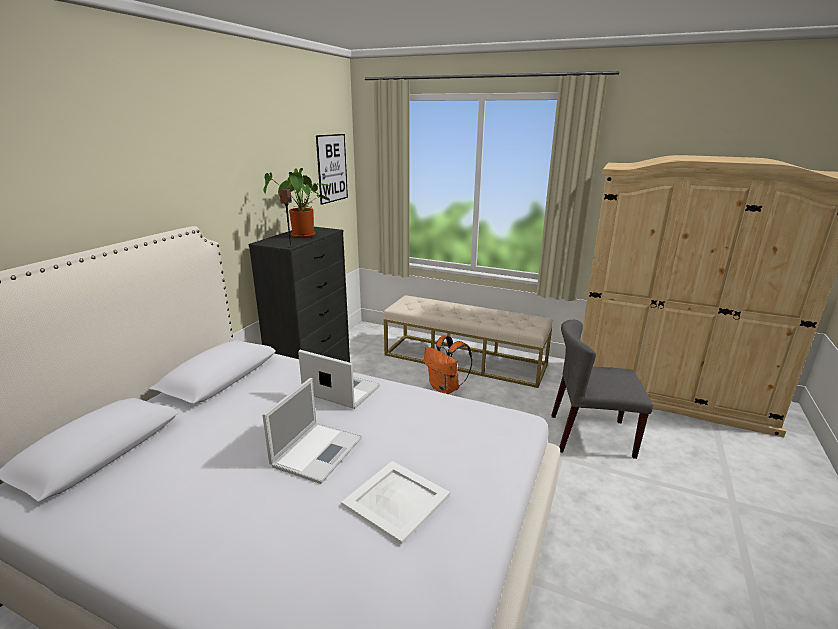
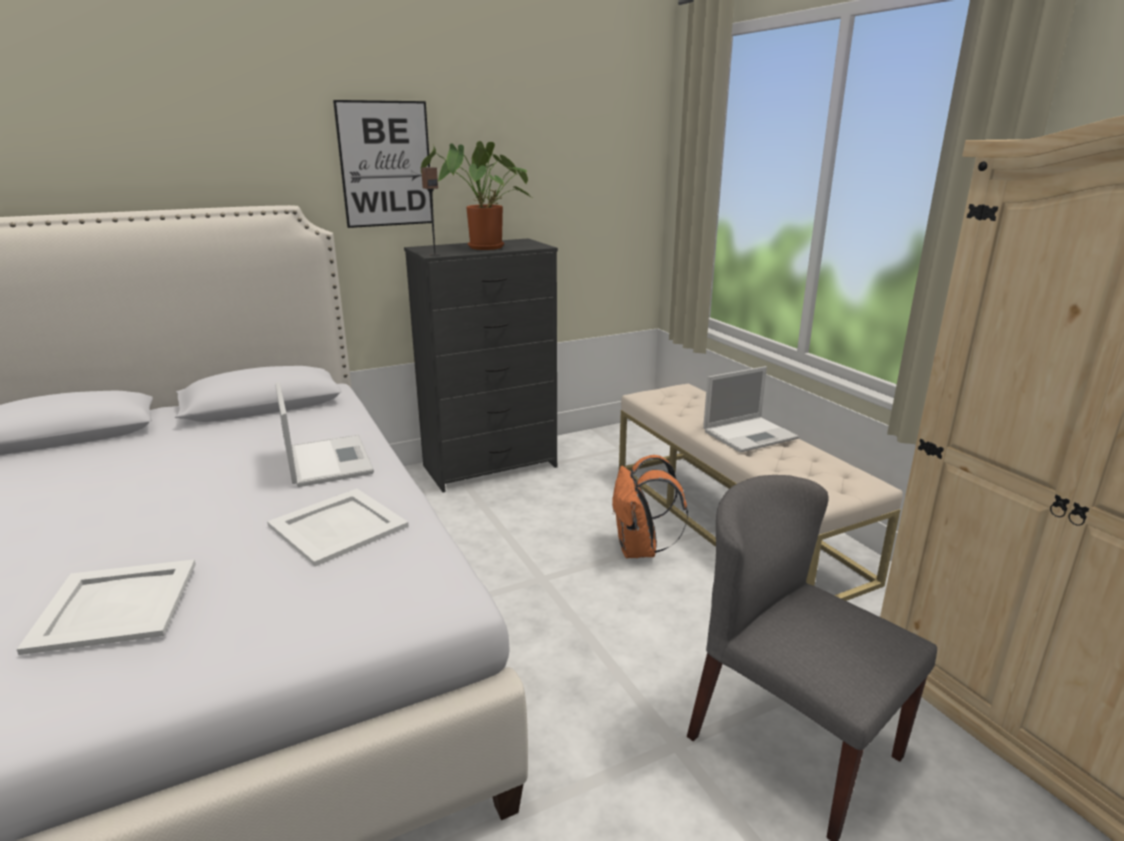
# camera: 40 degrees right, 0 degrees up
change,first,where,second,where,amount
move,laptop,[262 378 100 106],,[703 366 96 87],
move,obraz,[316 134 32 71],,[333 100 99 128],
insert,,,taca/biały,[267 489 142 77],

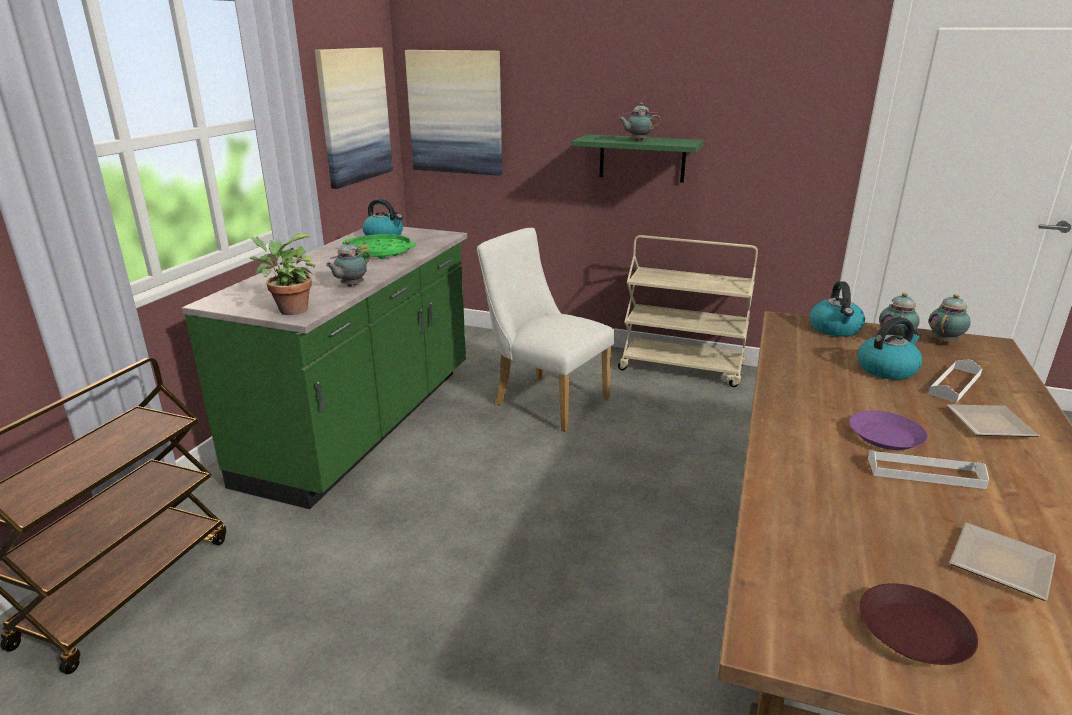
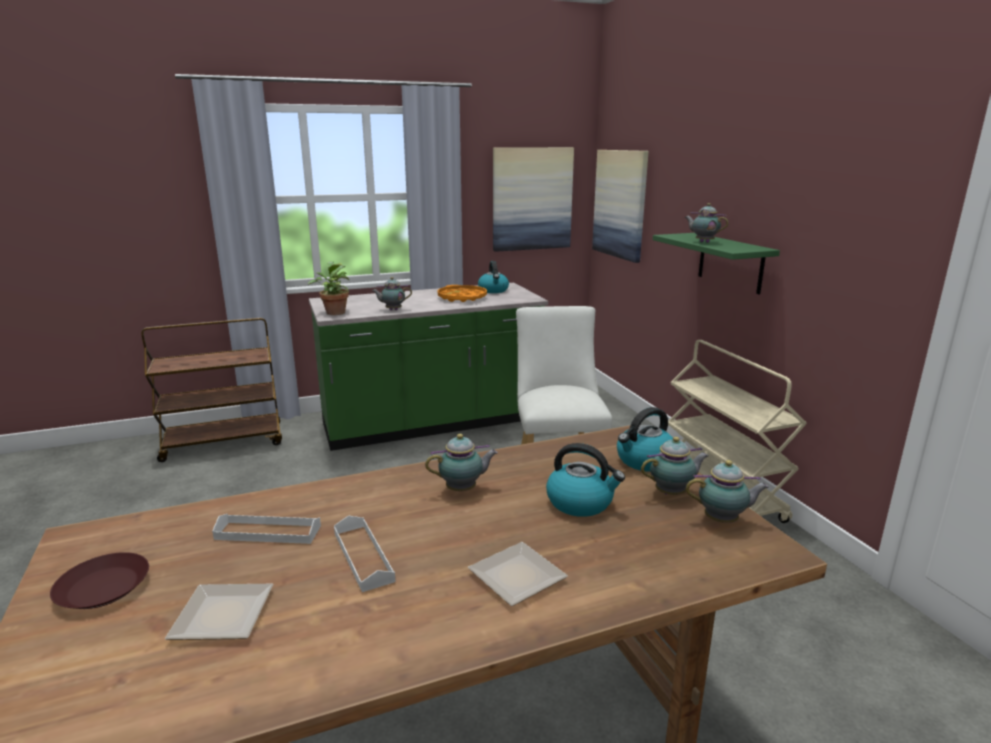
# camera: 50 degrees right, 5 degrees down
change,first,where,second,where,amount
recolor,taca/zielony,[342 234 74 25],taca/pomarańczowy,[437 285 50 17],
delete,talerz/fioletowy,[849 411 79 39],,,
move,taca/biały,[928 359 54 44],,[212 514 109 30],
insert,,,imbryk,[425 434 73 57],

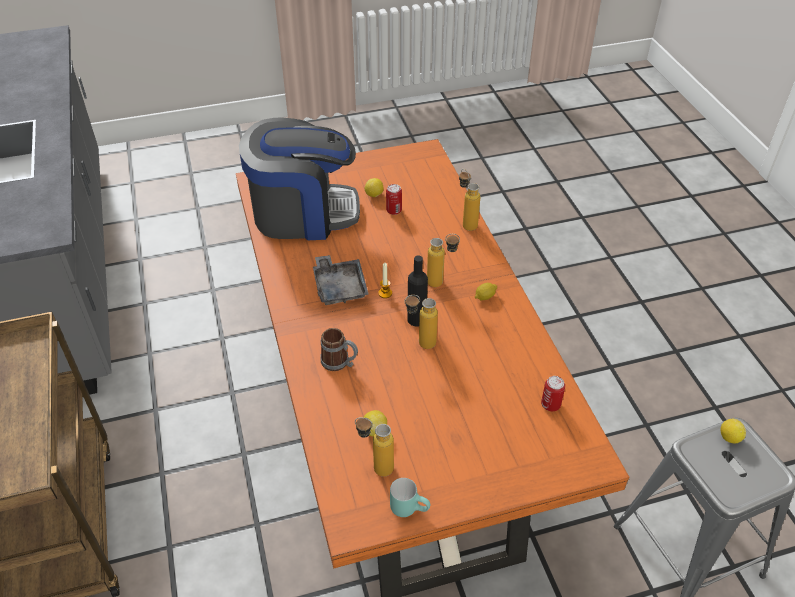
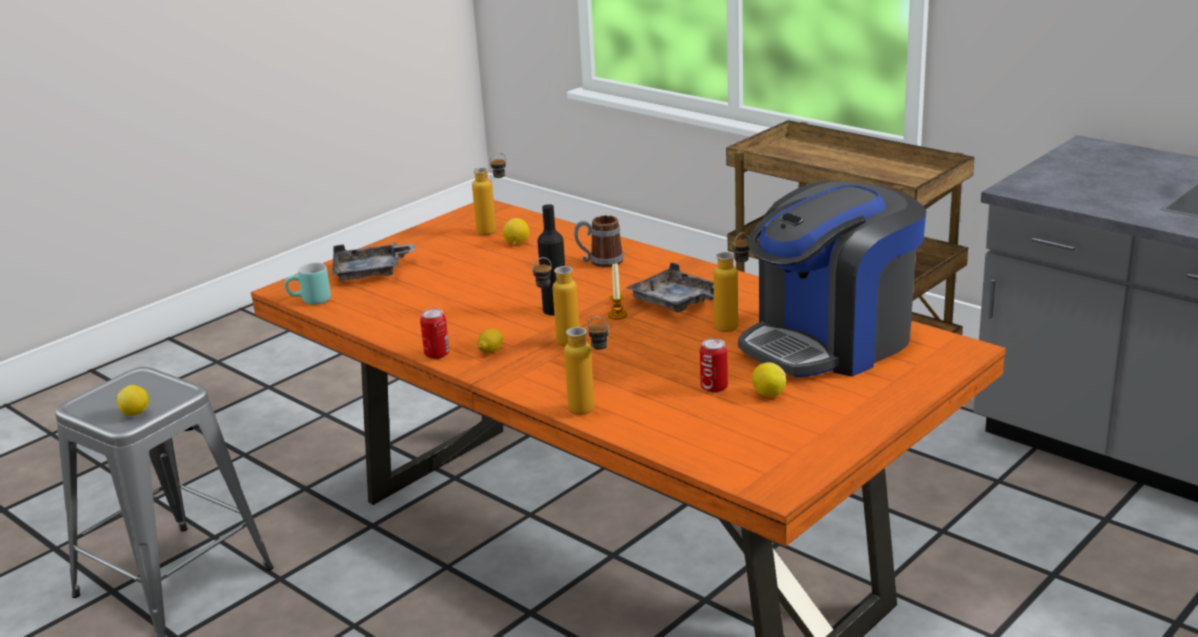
# camera: 150 degrees right, 20 degrees down
change,first,where,second,where,amount
move,kubek/turkusowy,[390 478 40 39],,[285 263 46 42],
move,butelka,[404 295 34 54],,[713 232 36 100],
move,puszka,[541 376 24 35],,[420 308 29 51],
insert,,,taca/szary,[332 243 83 38],

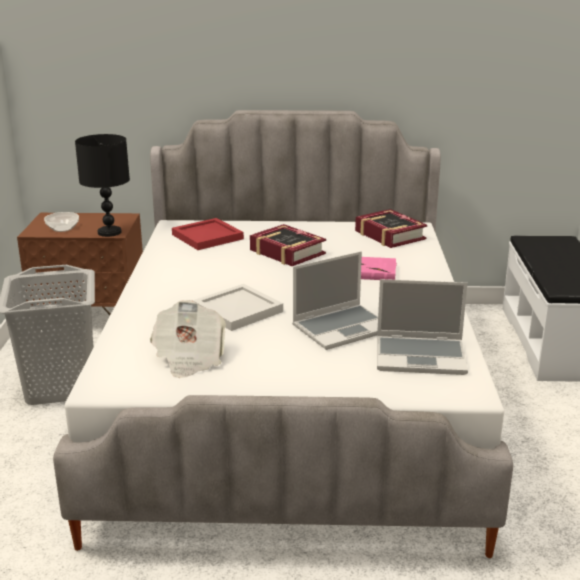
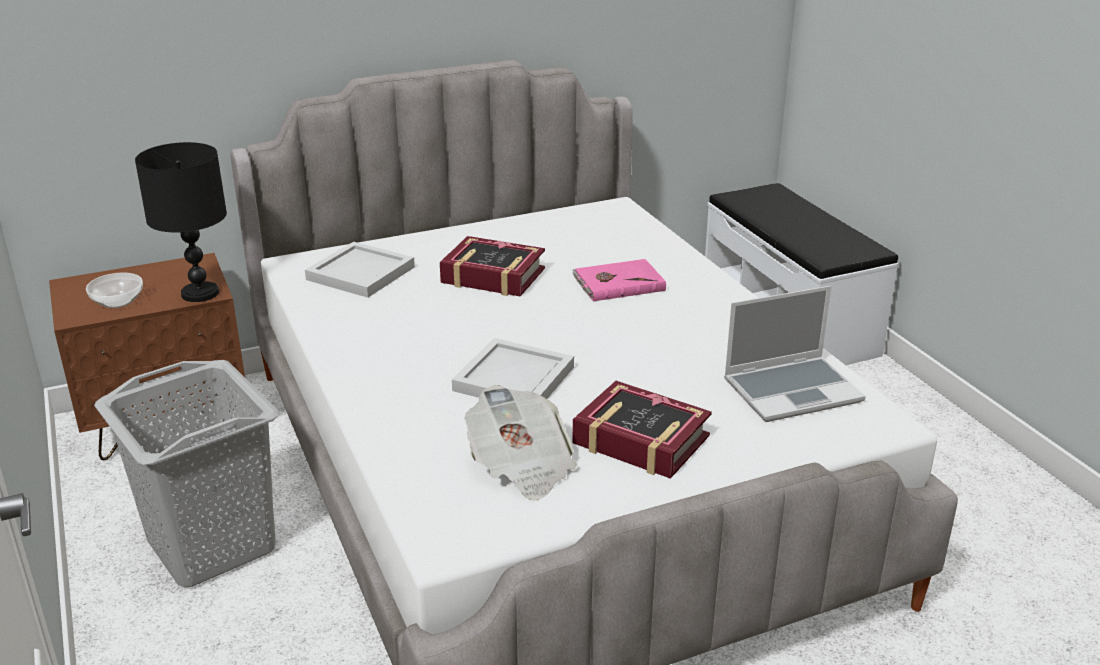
# camera: 25 degrees left, 5 degrees up
change,first,where,second,where,amount
recolor,taca/czerwony,[172 218 72 32],taca/biały,[305 242 110 56],
delete,laptop,[292 251 86 99],,,
move,książka,[355 209 72 39],,[573 381 139 98],

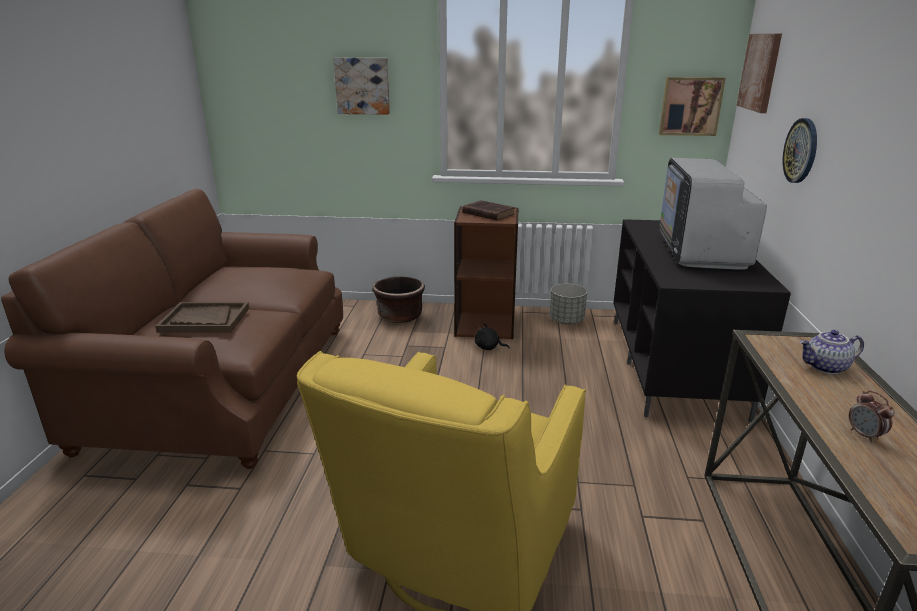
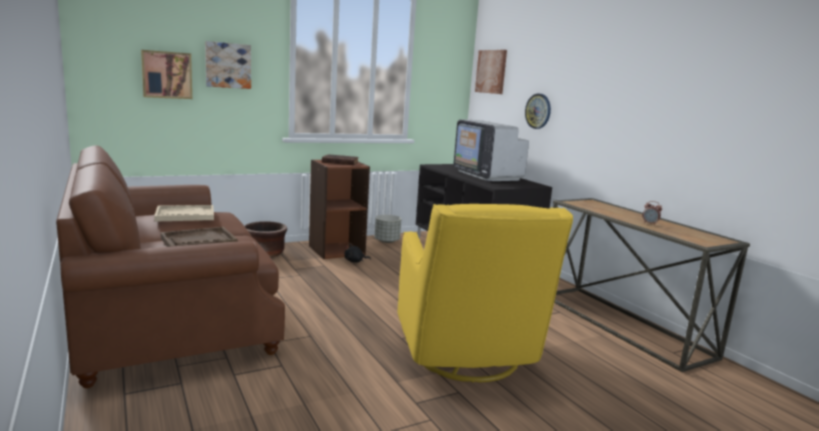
# camera: 35 degrees left, 10 degrees down
change,first,where,second,where,amount
move,obraz,[659 77 67 59],,[141 50 51 49],
delete,imbryk,[800 330 64 44],,,
insert,,,taca/beżowy,[154 205 60 17],

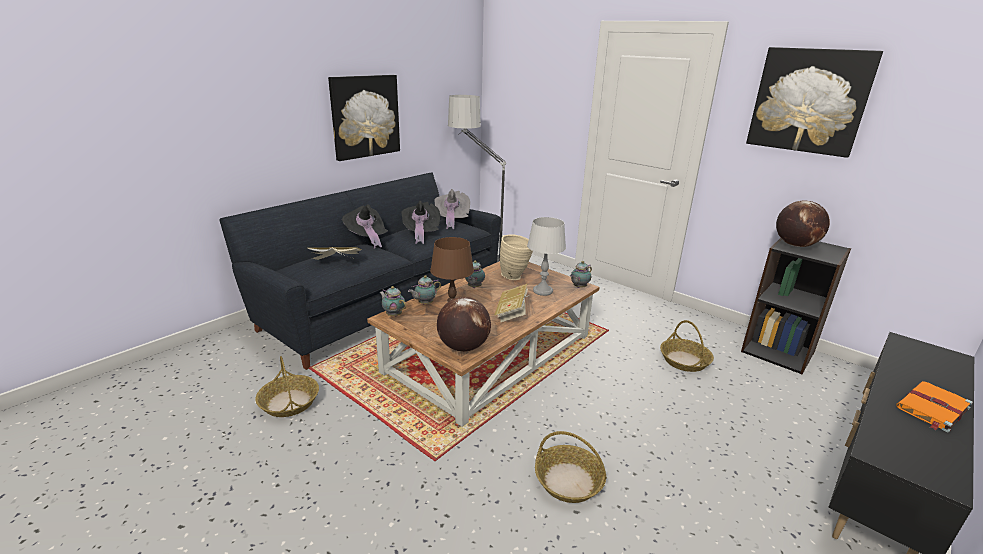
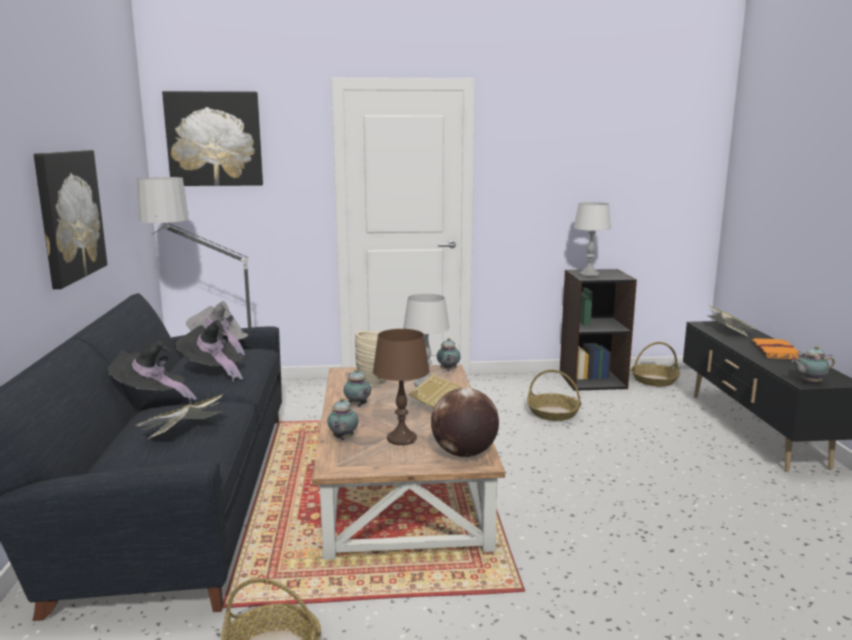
# camera: 45 degrees left, 10 degrees down
change,first,where,second,where,amount
move,imbryk,[379 286 27 30],,[792 346 43 37],
move,koszyk,[535 431 72 72],,[631 342 49 44],
move,obraz,[746 47 137 111],,[162 91 101 95],
replace,globus,[776 201 54 46],lampa stołowa/szary,[573 202 38 75],
insert,,,książka,[708 305 49 32],

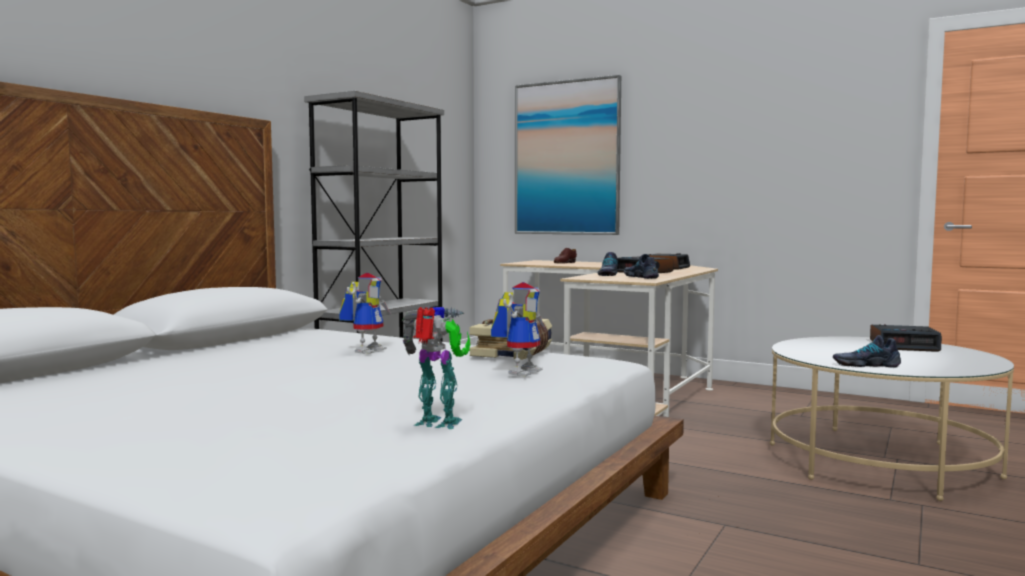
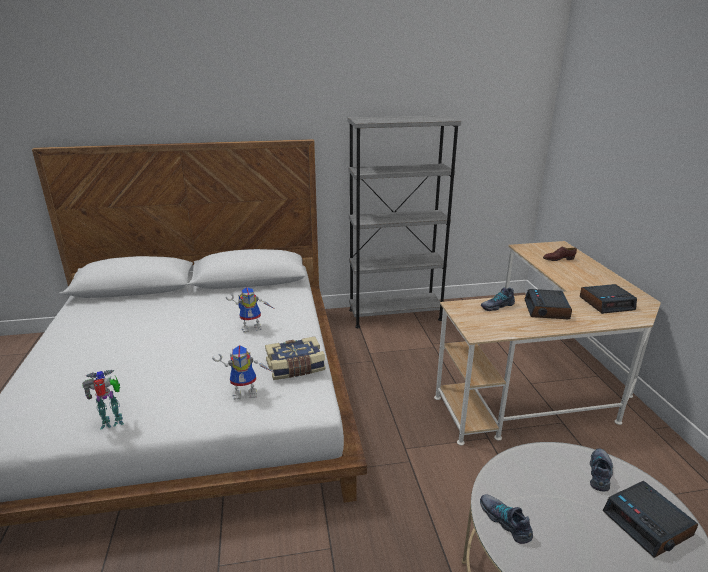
# camera: 50 degrees right, 20 degrees up
change,first,where,second,where,amount
rotate,robot zabawkowy,[402 306 69 123],,[82 370 42 59],90 degrees counterclockwise
delete,obraz,[515 75 106 160],,,
move,but,[624 254 35 25],,[590 448 23 43],

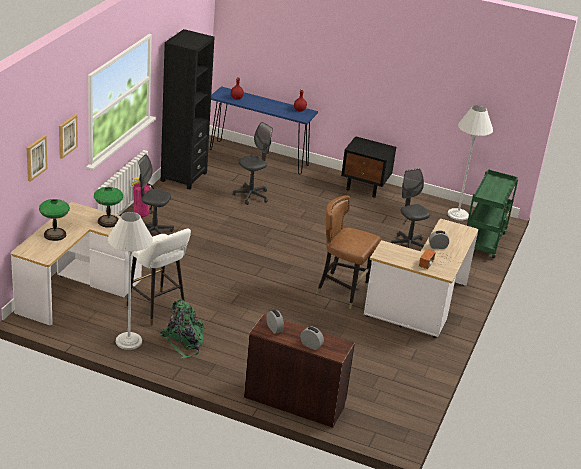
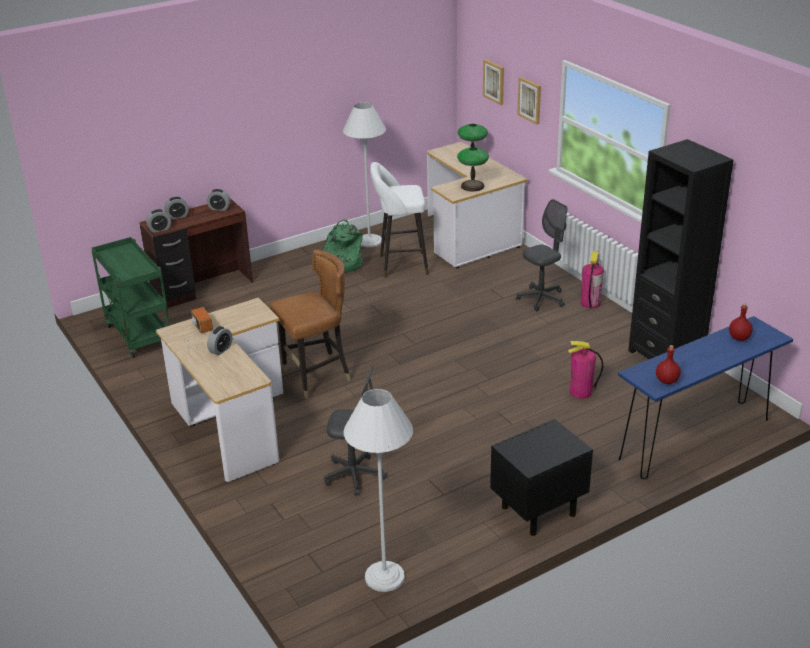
# camera: 130 degrees right, 0 degrees up
change,first,where,second,where,amount
replace,krzesło biurowe/szary,[232 122 41 83],gaśnica,[568 341 35 58],
move,wózek/zielony,[467 169 51 89],,[92 237 78 121],
insert,,,budzik,[146 209 25 24],

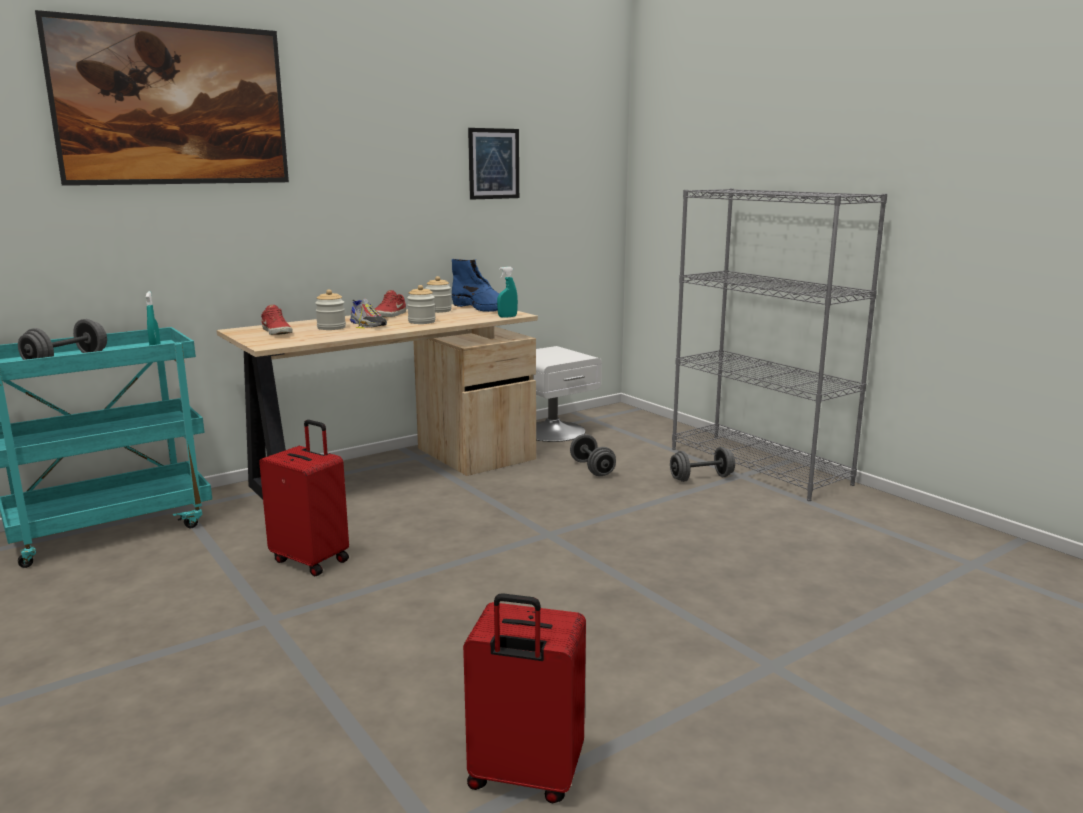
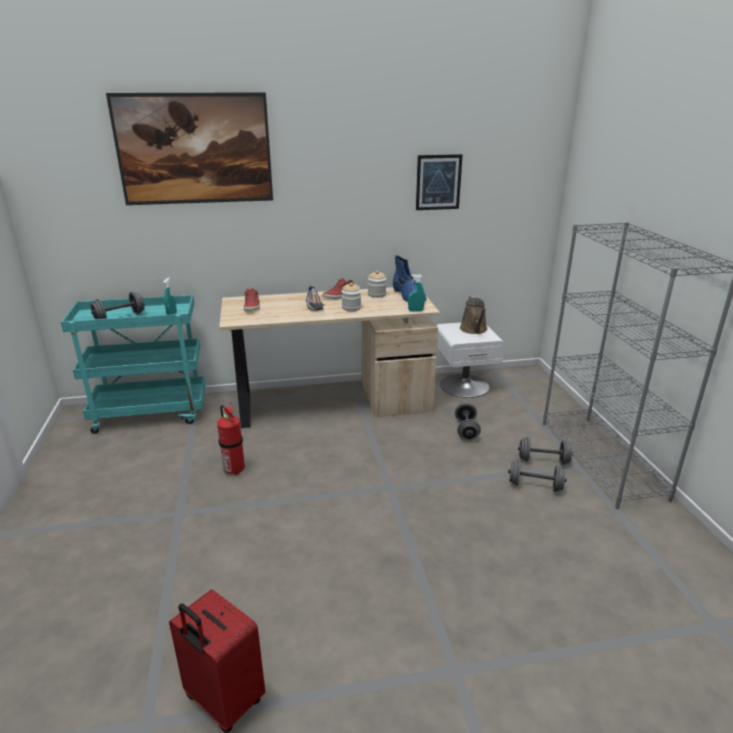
# camera: 25 degrees right, 10 degrees up
change,first,where,second,where,amount
replace,walizka/czerwony,[259 420 90 156],gaśnica,[217 403 28 72],
delete,słoik,[315 290 31 40],,,
insert,,,konewka/brązowy,[460 296 28 38],
insert,,,hantel/szary,[508 460 58 32],

